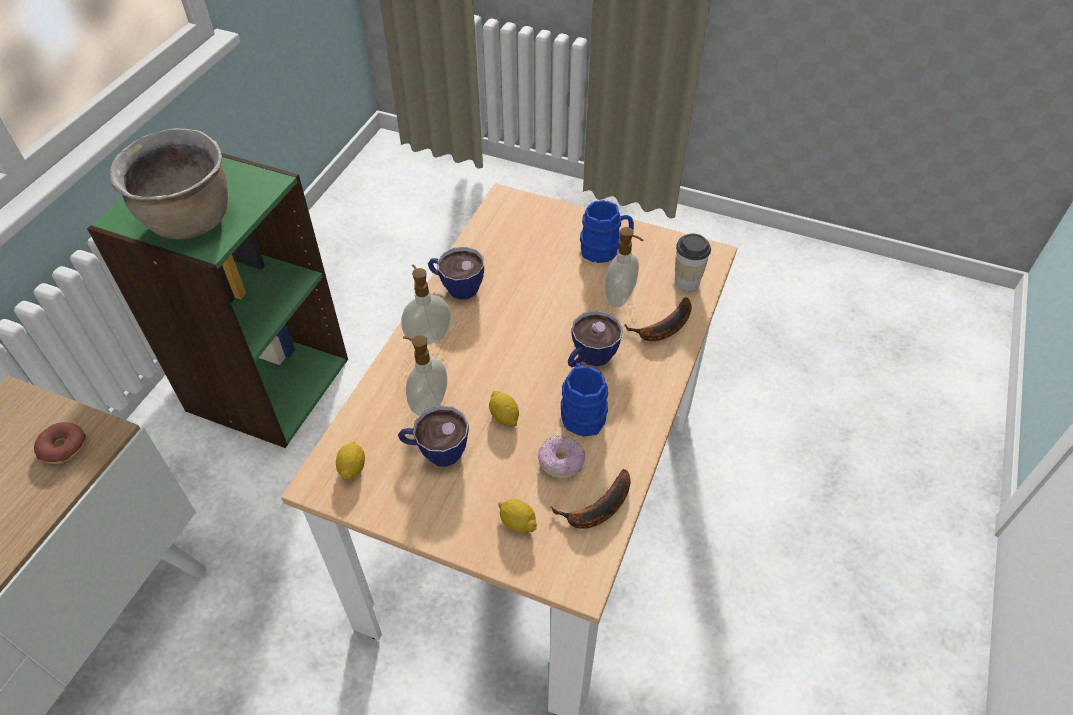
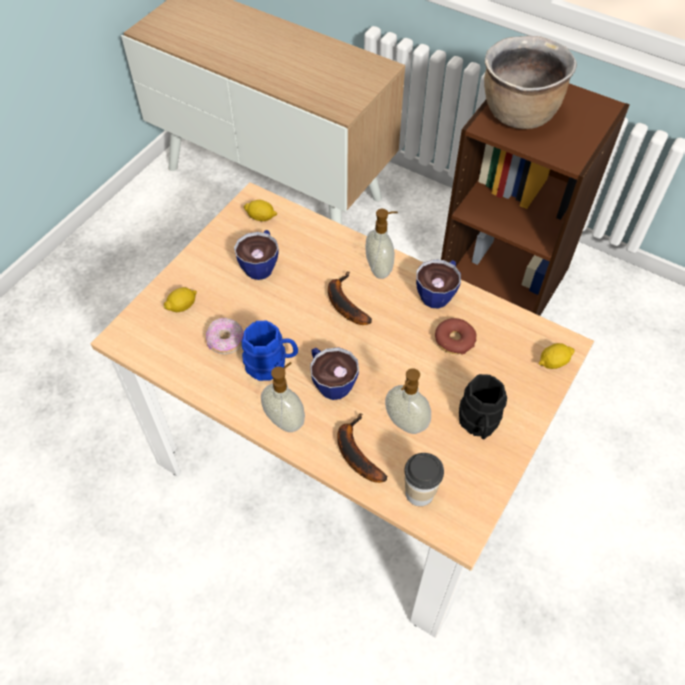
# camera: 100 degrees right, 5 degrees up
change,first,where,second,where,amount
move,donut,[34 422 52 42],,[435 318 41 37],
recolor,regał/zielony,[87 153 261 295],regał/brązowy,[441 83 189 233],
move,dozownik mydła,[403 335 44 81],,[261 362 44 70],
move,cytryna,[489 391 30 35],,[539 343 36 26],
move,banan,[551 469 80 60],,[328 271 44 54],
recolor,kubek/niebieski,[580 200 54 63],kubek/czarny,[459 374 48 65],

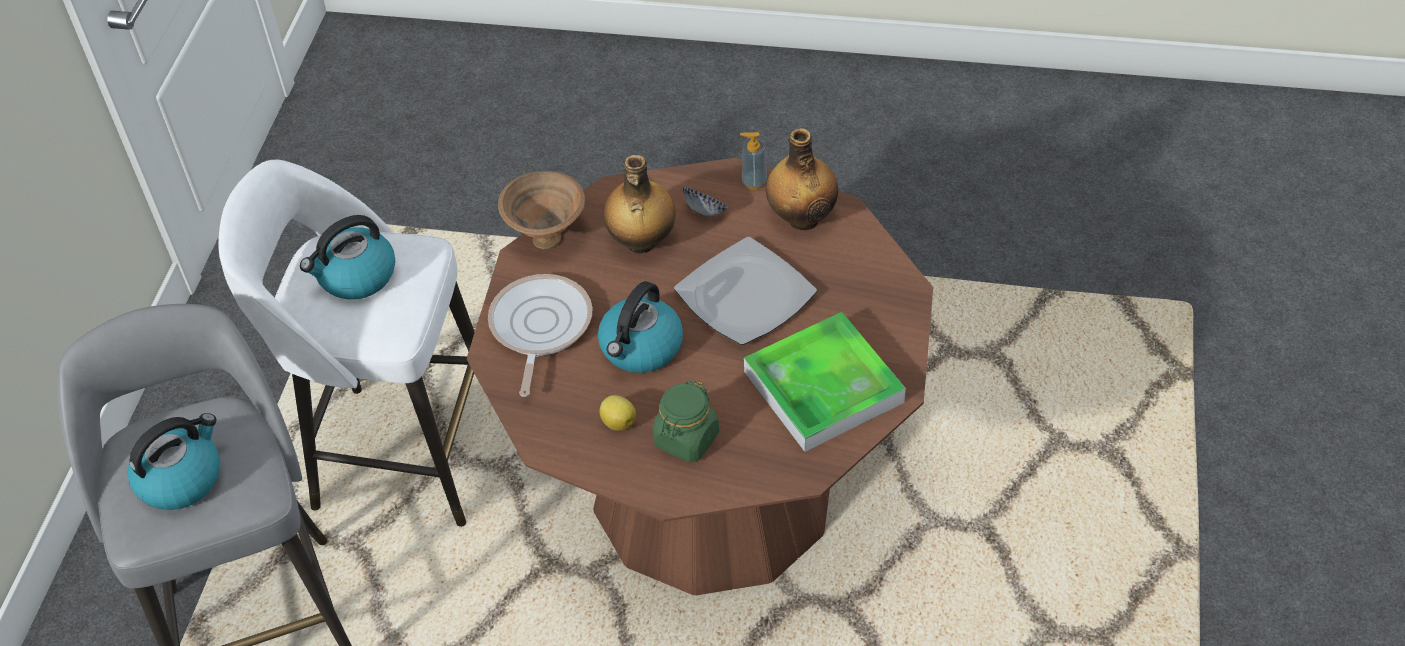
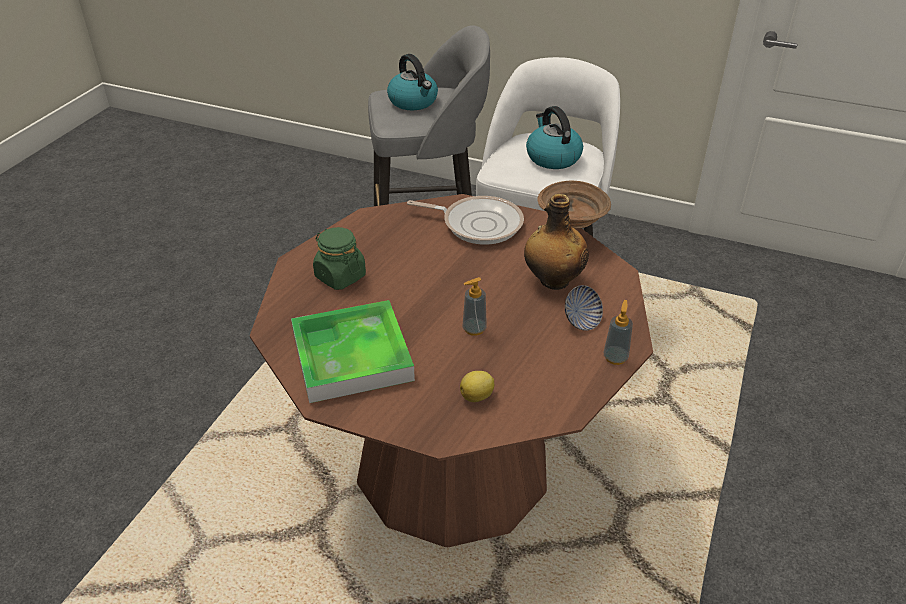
# camera: 100 degrees right, 10 degrees down
change,first,where,second,where,amount
delete,czajnik,[598 281 85 92],,,
move,cytryna,[599 395 37 36],,[460 371 34 31],
replace,talerz,[674 237 143 108],dozownik mydła,[462 277 25 59],
delete,butelka,[766 128 72 102],,,

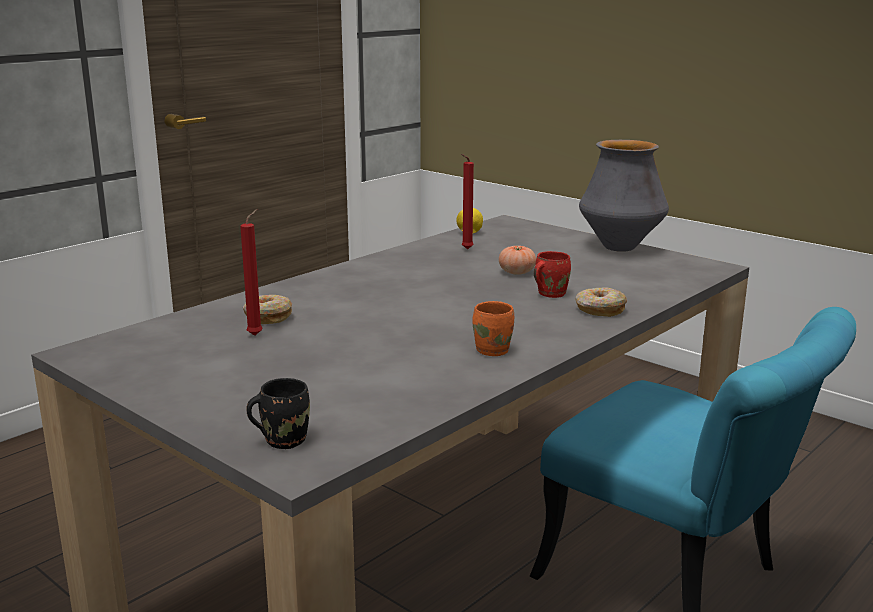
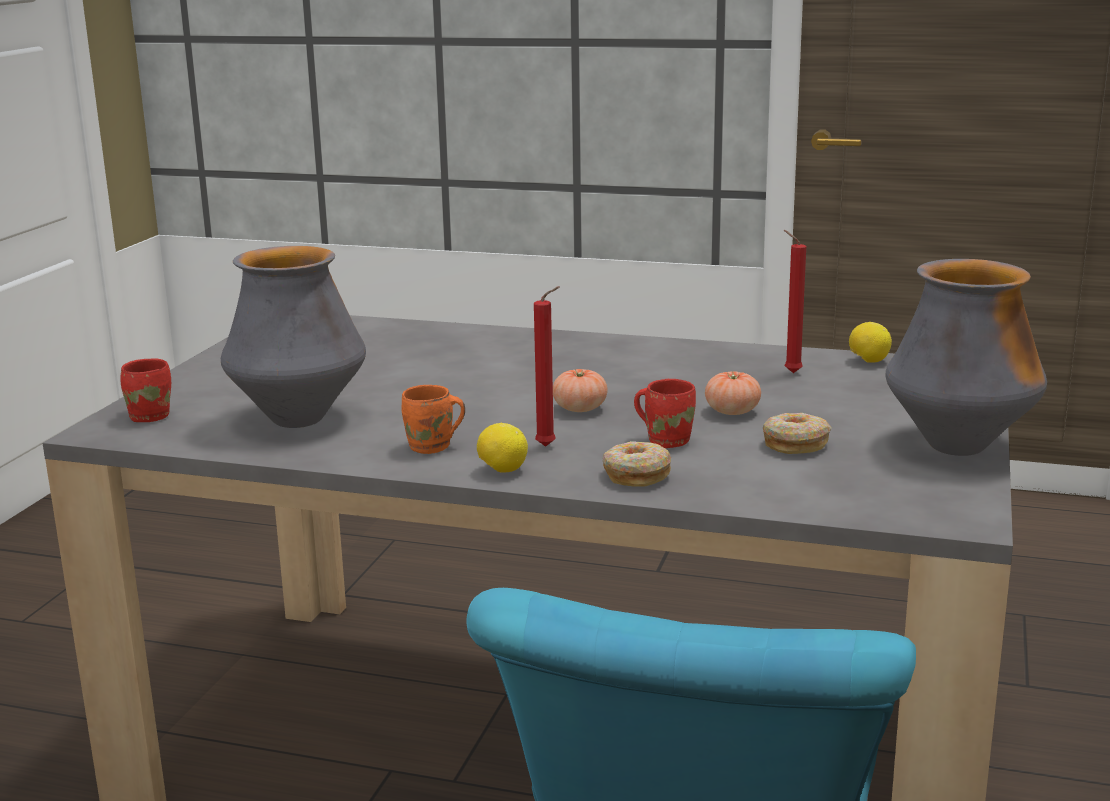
# camera: 65 degrees right, 0 degrees up
change,first,where,second,where,amount
move,świeca/czerwony,[240 209 23 126],,[534 286 26 161],
move,donut,[243 295 49 29],,[763 413 69 41],
recolor,kubek/czarny,[246 378 64 71],kubek/czerwony,[121 358 50 64],
insert,,,wazon,[221 246 145 182],
insert,,,cytryna,[477 423 51 50],
insert,,,pomidor,[553 369 54 43],

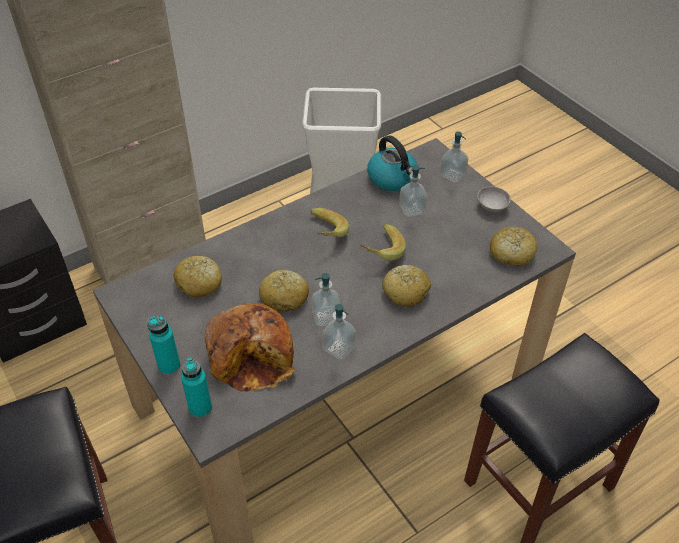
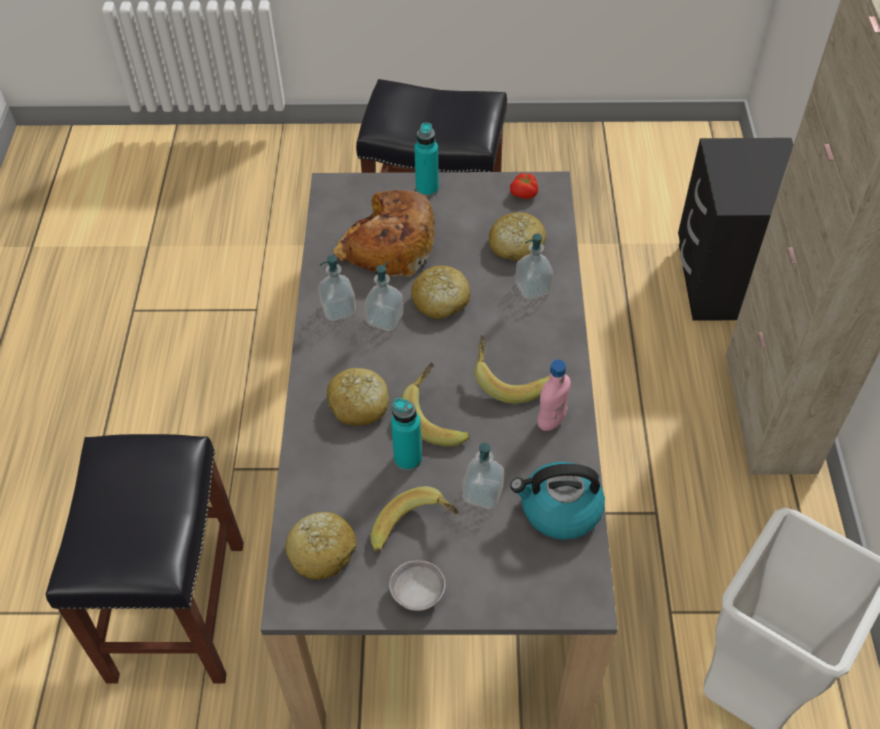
# camera: 125 degrees right, 5 degrees up
change,first,where,second,where,amount
move,butelka/turkusowy,[181 357 31 61],,[391 398 31 73],
move,dozownik mydła,[440 131 29 52],,[515 234 38 65],
insert,,,banan,[370 486 89 67],
insert,,,pomidor,[510 173 28 26],
insert,,,butelka/różowy,[537 360 34 71],

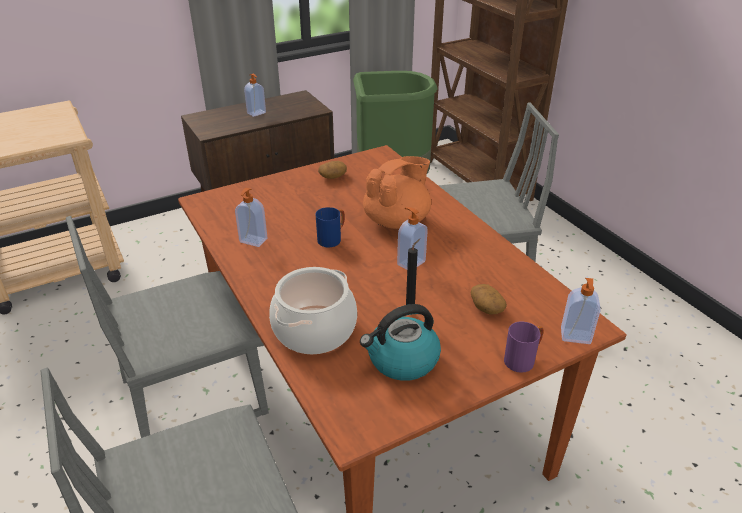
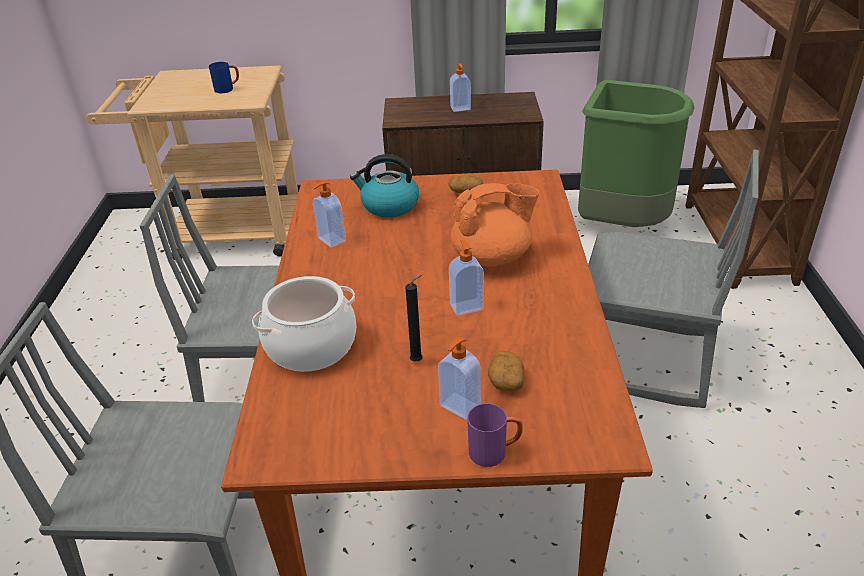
# camera: 30 degrees right, 0 degrees up
change,first,where,second,where,amount
move,kubek/niebieski,[315 207 30 40],,[209 62 30 31],
move,czajnik,[360 304 81 77],,[350 154 69 64],
move,dozownik mydła,[561 278 39 66],,[438 336 43 84],

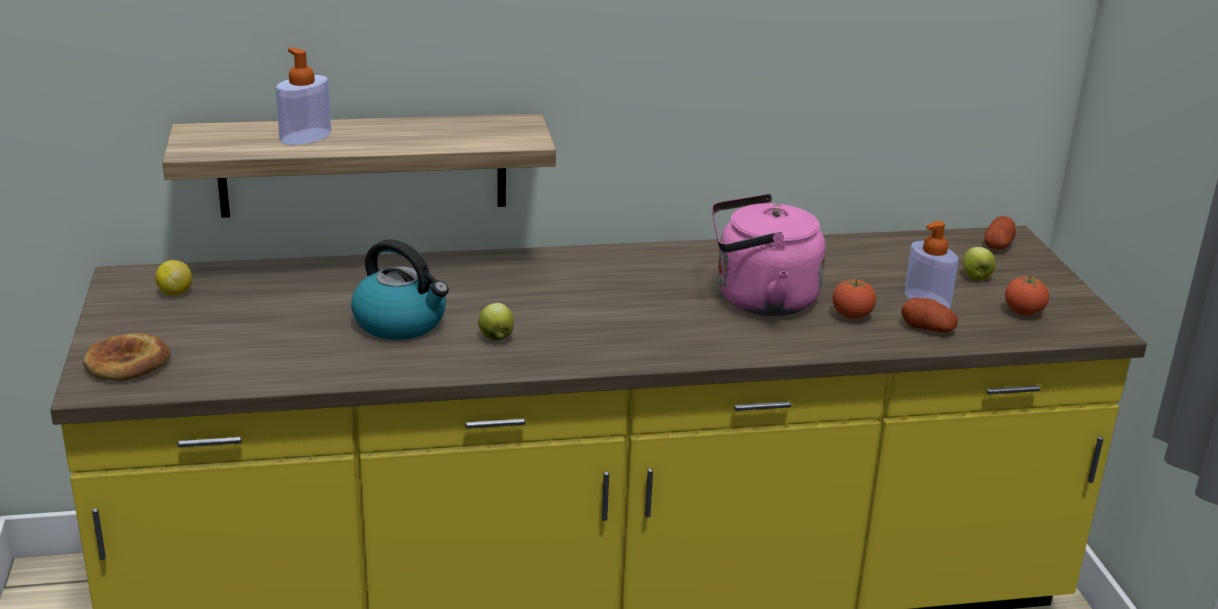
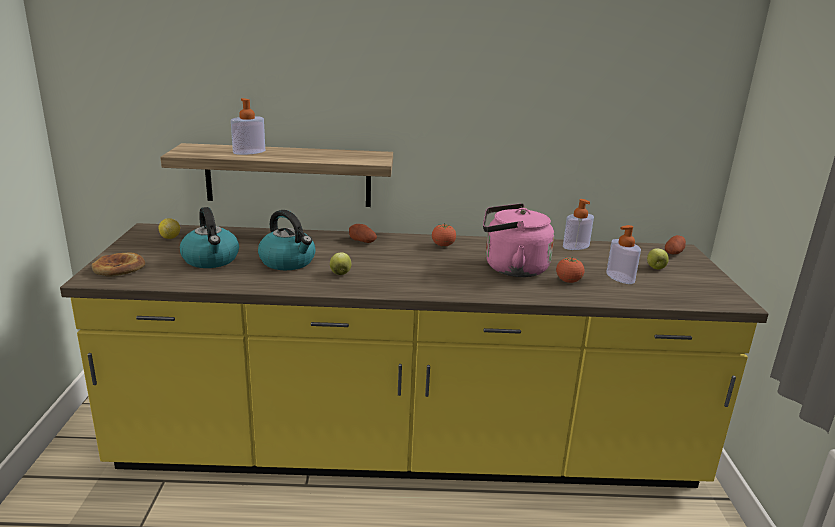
# camera: 10 degrees right, 5 degrees down
change,first,where,second,where,amount
move,ziemniak,[901 297 57 36],,[349 224 28 19],
move,pomidor,[1005 275 44 40],,[432 223 24 24],
insert,,,czajnik,[180 207 59 61],
insert,,,dozownik mydła,[563 199 31 51],

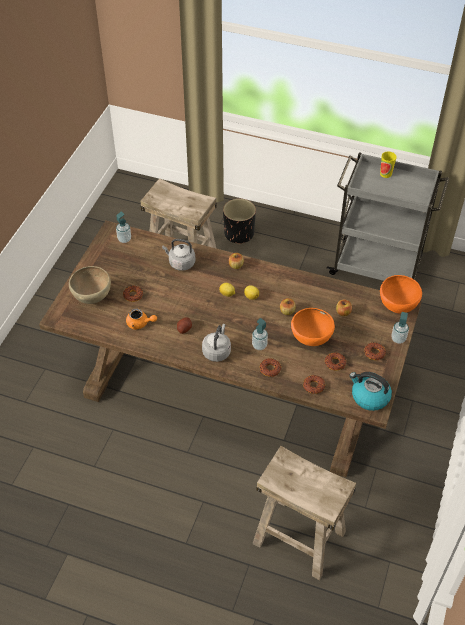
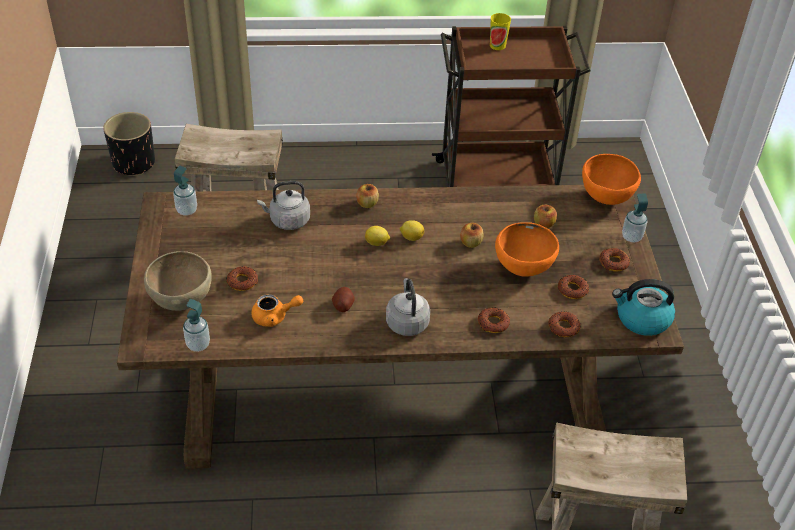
# camera: 25 degrees left, 5 degrees down
change,first,where,second,where,amount
move,donica/czarny,[223 199 33 45],,[103 112 52 64],
move,dozownik mydła,[252 318 16 32],,[183 299 27 53],
recolor,wózek/szary,[327 152 122 129],wózek/brązowy,[432 26 159 161],

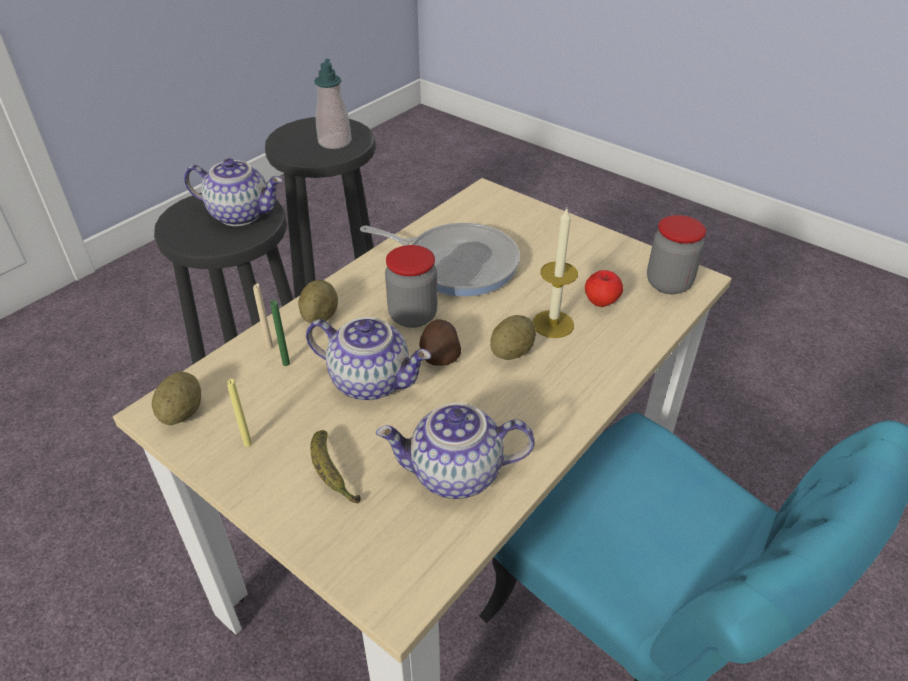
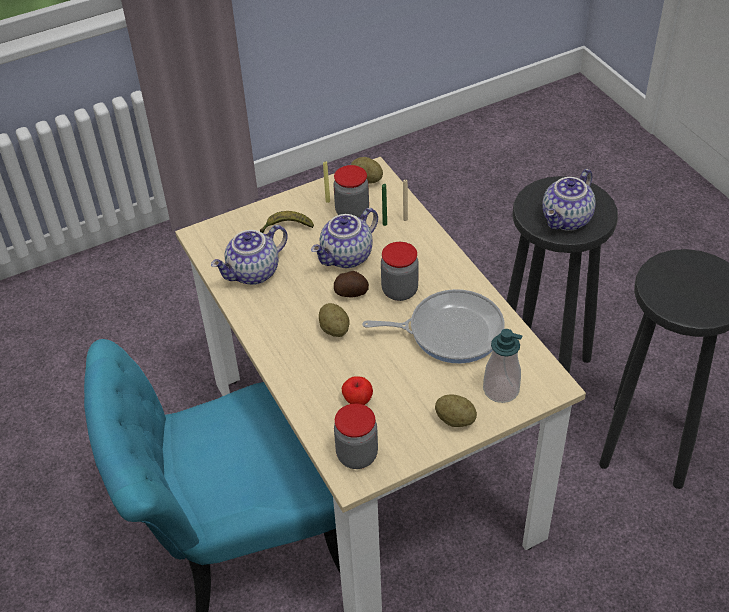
# camera: 115 degrees right, 5 degrees up
change,first,where,second,where,amount
move,ziemniak,[298 280 40 43],,[435 395 42 32],
move,dozownik mydła,[314 59 38 90],,[483 329 39 74],
rotate,patelnia,[360 223 160 73],,[362 289 143 75],135 degrees counterclockwise
rotate,imbryk,[376 403 159 96],,[211 225 77 60],150 degrees counterclockwise
delete,świeca,[533 209 45 129],,,
insert,,,słoik,[333 165 36 52],

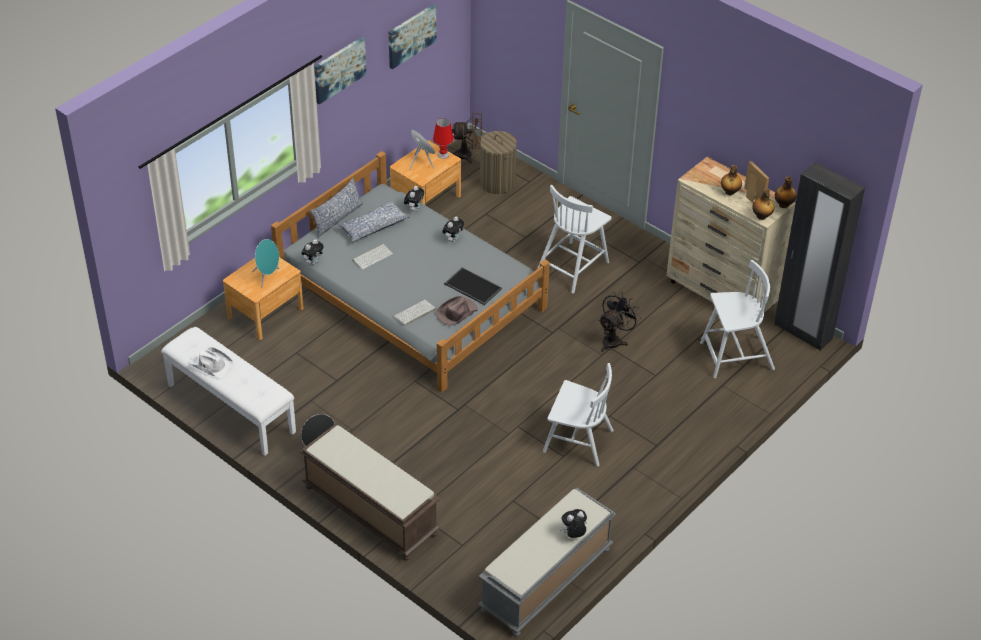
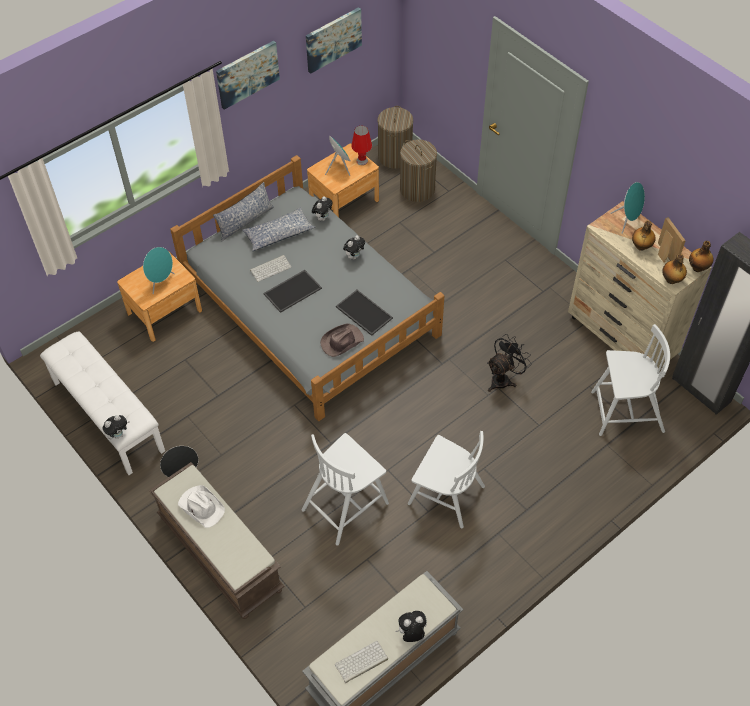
# camera: 10 degrees right, 10 degrees up
change,first,where,second,where,amount
move,kapelusz/biały,[190 347 44 32],,[178 485 47 43],
move,pluszak,[302 239 22 26],,[103 415 27 24],
move,klawiatura,[394 300 42 26],,[335 641 53 42],
replace,wentylator/brązowy,[452 112 30 52],kosz na pranie,[378 106 35 63],
move,krzesło/biały,[537 185 75 109],,[302 433 87 112],
insert,,,taca,[264 270 58 43],
insert,,,głośnik/turkusowy,[610 182 35 52],

